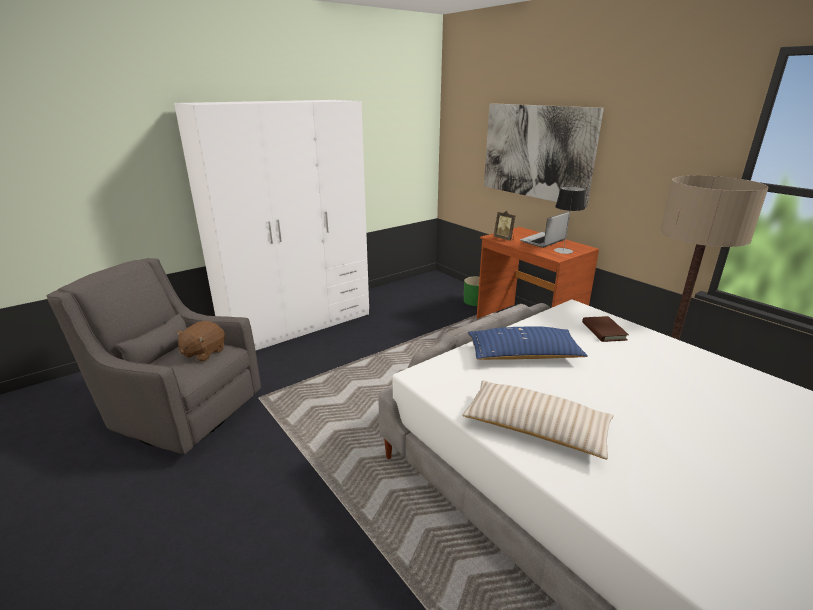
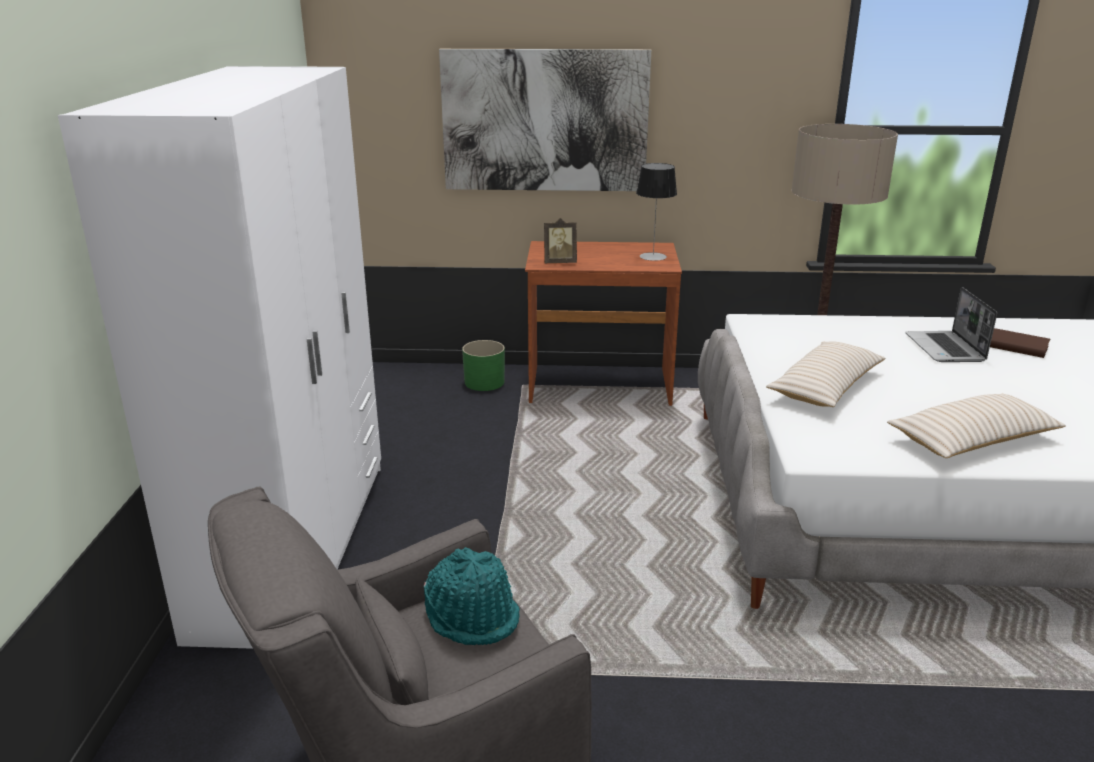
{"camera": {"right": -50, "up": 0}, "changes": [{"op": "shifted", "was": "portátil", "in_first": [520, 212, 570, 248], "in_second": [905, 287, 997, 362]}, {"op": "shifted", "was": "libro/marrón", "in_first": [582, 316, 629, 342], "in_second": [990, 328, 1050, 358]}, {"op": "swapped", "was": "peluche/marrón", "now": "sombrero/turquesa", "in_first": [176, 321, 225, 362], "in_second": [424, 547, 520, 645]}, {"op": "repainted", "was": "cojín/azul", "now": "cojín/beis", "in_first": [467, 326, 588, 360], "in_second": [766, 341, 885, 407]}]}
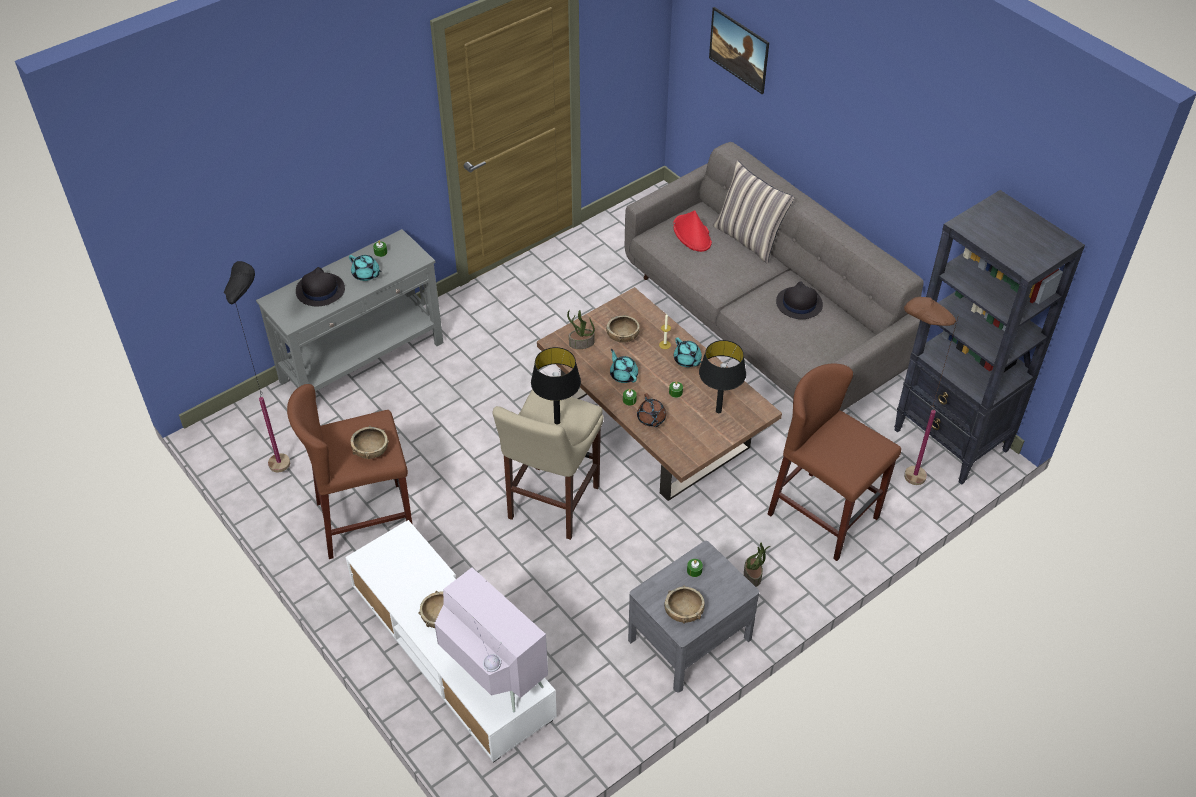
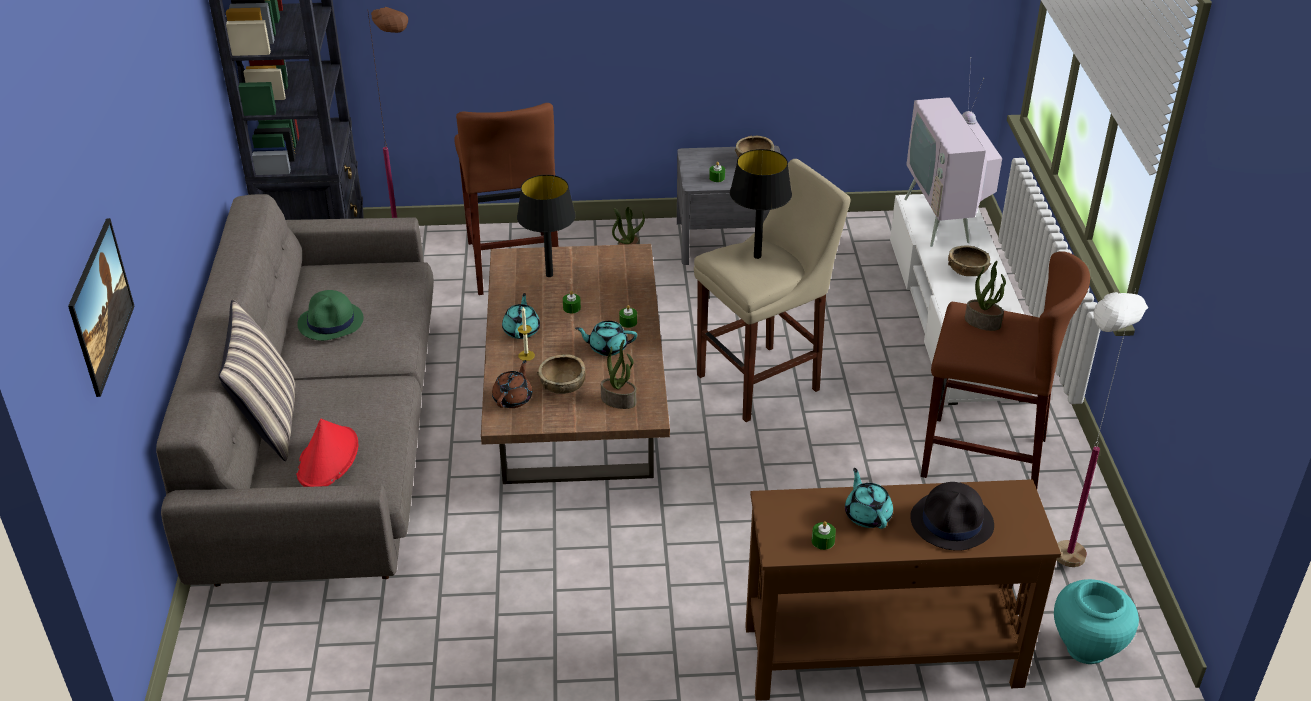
{"camera": {"right": -145, "up": -10}, "changes": [{"op": "repainted", "was": "mesa consola/gris", "now": "mesa consola/marrón", "in_first": [256, 229, 444, 391], "in_second": [745, 479, 1061, 701]}, {"op": "repainted", "was": "lámpara de pie/negro", "now": "lámpara de pie/blanco", "in_first": [224, 261, 290, 473], "in_second": [1057, 289, 1148, 567]}, {"op": "repainted", "was": "sombrero/negro", "now": "sombrero/verde", "in_first": [776, 281, 823, 319], "in_second": [297, 290, 364, 341]}, {"op": "rotated", "was": "tetera/turquesa", "in_first": [610, 349, 638, 383], "in_second": [575, 321, 637, 356], "clockwise": 90}, {"op": "shifted", "was": "tetera/marrón", "in_first": [637, 393, 666, 427], "in_second": [492, 360, 532, 408]}, {"op": "swapped", "was": "cuenco/marrón", "now": "planta en maceta", "in_first": [351, 426, 389, 459], "in_second": [965, 261, 1006, 331]}, {"op": "new", "now": "florero/turquesa", "in_second": [1054, 579, 1139, 664]}]}
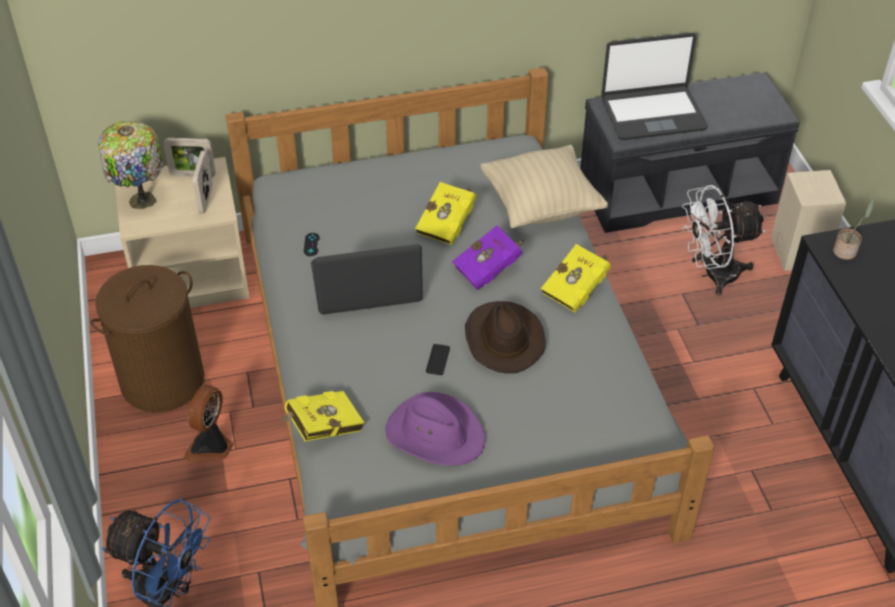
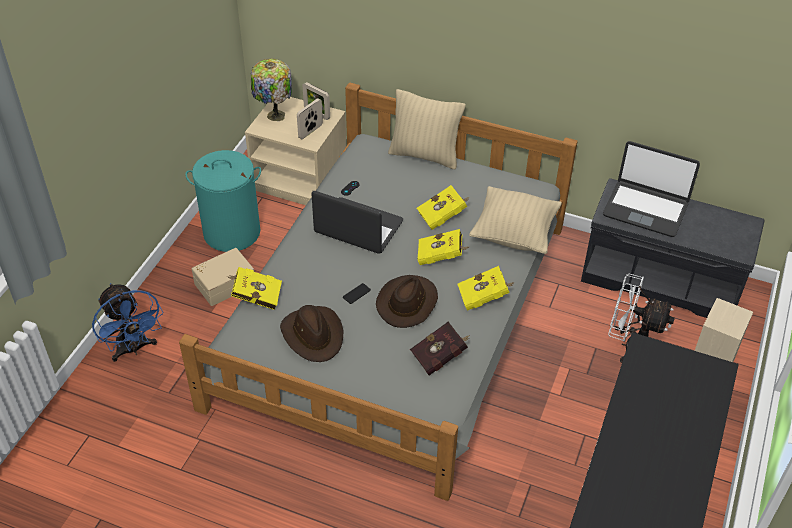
{"camera": {"right": 35, "up": 0}, "changes": [{"op": "gone", "was": "planta en maceta", "in_first": [833, 198, 874, 260]}, {"op": "repainted", "was": "libro/morado", "now": "libro/amarillo", "in_first": [452, 226, 524, 290], "in_second": [417, 229, 469, 265]}, {"op": "repainted", "was": "cesto de la ropa/marrón", "now": "cesto de la ropa/turquesa", "in_first": [90, 265, 204, 412], "in_second": [185, 150, 261, 252]}, {"op": "swapped", "was": "ventilador", "now": "caja de almacenaje/beis", "in_first": [184, 385, 234, 463], "in_second": [192, 248, 254, 306]}, {"op": "repainted", "was": "sombrero/morado", "now": "sombrero/marrón", "in_first": [385, 392, 485, 466], "in_second": [280, 305, 344, 362]}, {"op": "new", "now": "cojín/beis", "in_second": [388, 89, 466, 169]}, {"op": "new", "now": "libro/rojo", "in_second": [410, 322, 470, 375]}]}
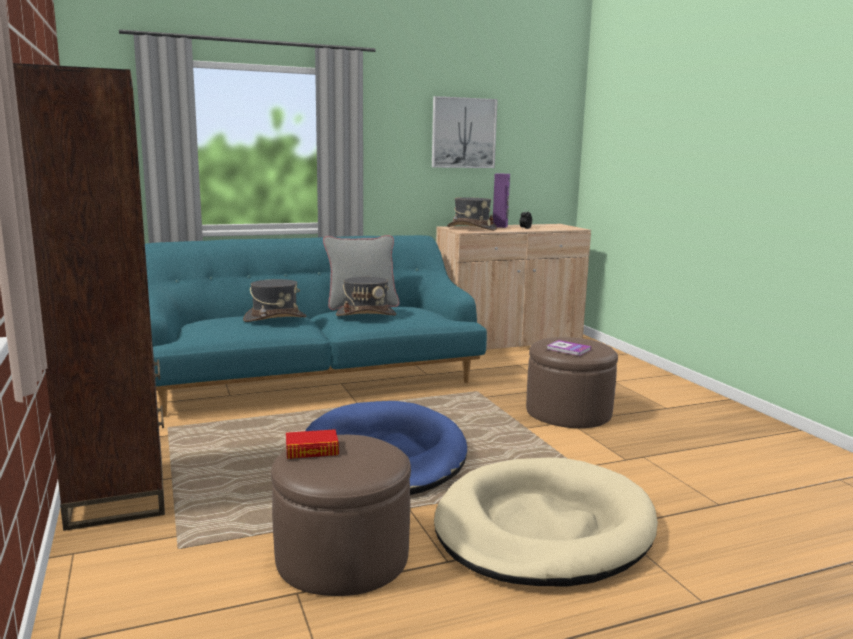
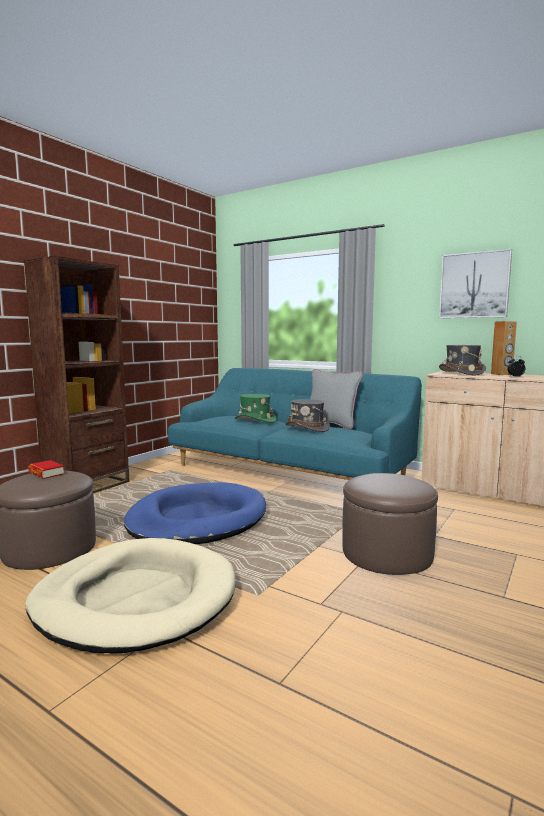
{"camera": {"right": 55, "up": -5}, "changes": [{"op": "repainted", "was": "altavoz/morado", "now": "altavoz/marrón", "in_first": [493, 173, 510, 228], "in_second": [491, 321, 517, 375]}, {"op": "repainted", "was": "sombrero/gris", "now": "sombrero/verde", "in_first": [243, 279, 307, 322], "in_second": [235, 394, 276, 423]}, {"op": "gone", "was": "libro", "in_first": [547, 340, 591, 356]}]}
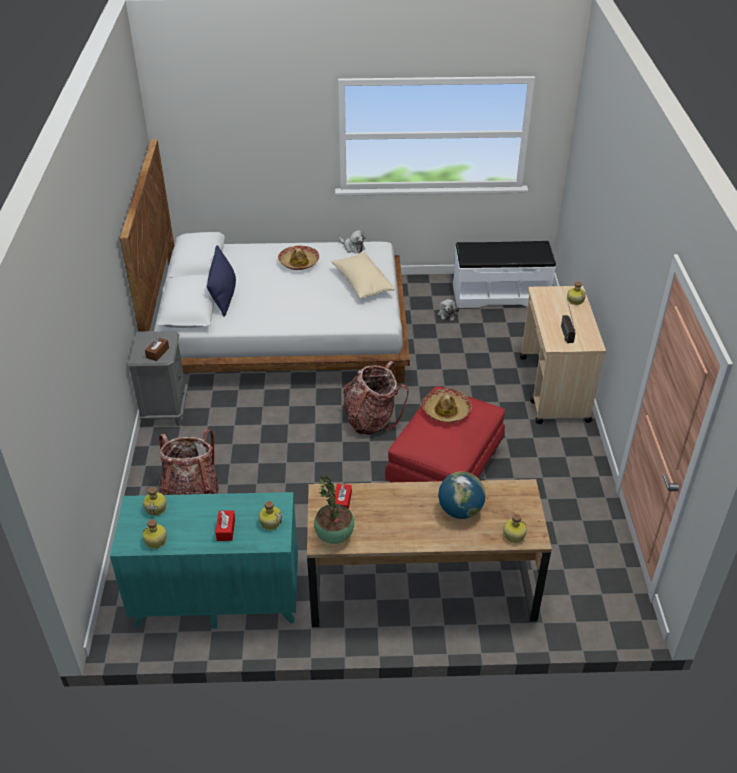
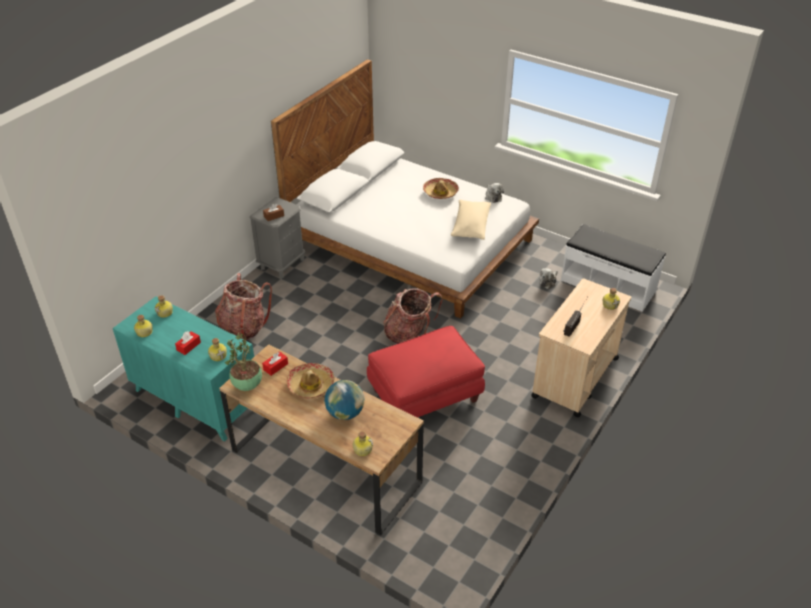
{"camera": {"right": 35, "up": 0}, "changes": [{"op": "gone", "was": "cojín/azul", "in_first": [207, 245, 236, 317]}, {"op": "shifted", "was": "sombrero", "in_first": [422, 389, 472, 423], "in_second": [287, 363, 335, 399]}]}
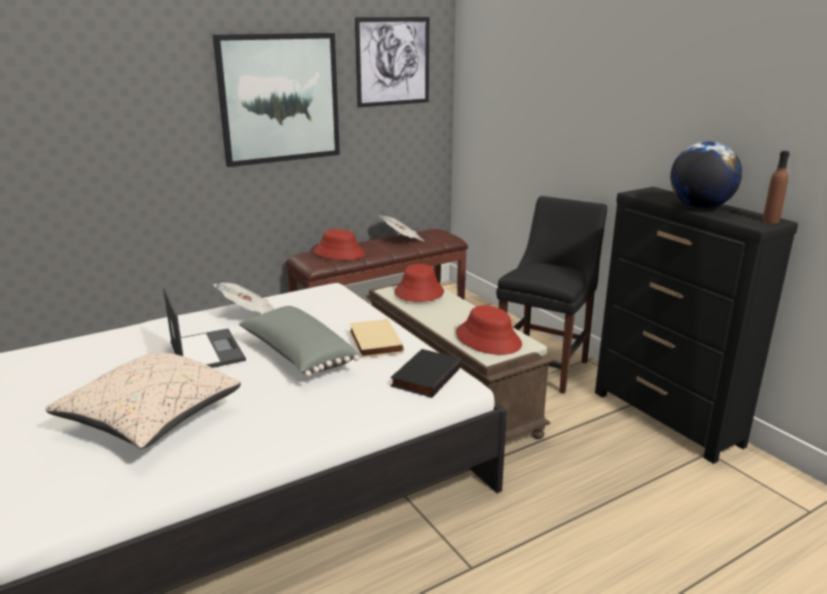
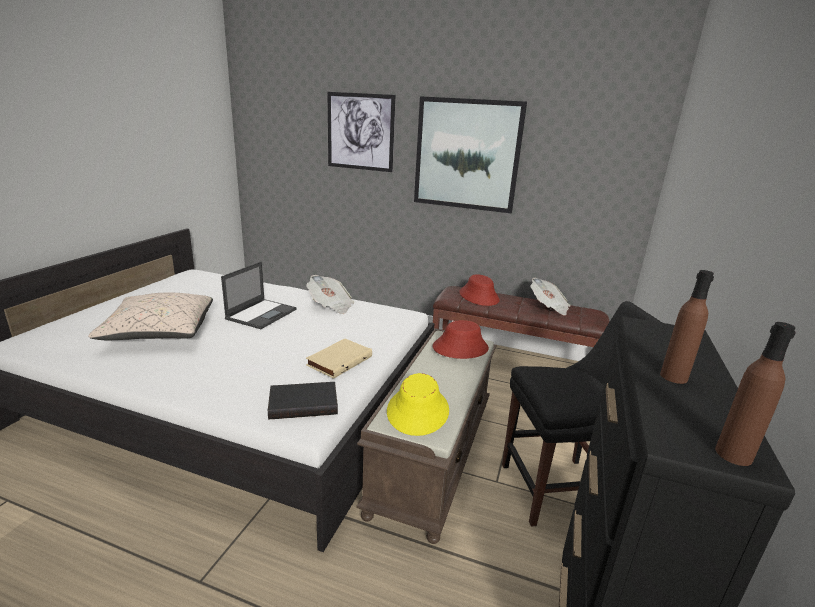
{"camera": {"right": 50, "up": 0}, "changes": [{"op": "shifted", "was": "cuadro", "in_first": [355, 17, 429, 107], "in_second": [327, 92, 395, 172]}, {"op": "swapped", "was": "globo terráqueo", "now": "botella/marrón", "in_first": [670, 142, 742, 209], "in_second": [660, 270, 714, 384]}, {"op": "repainted", "was": "sombrero/rojo", "now": "sombrero/amarillo", "in_first": [456, 305, 522, 355], "in_second": [387, 373, 449, 436]}, {"op": "gone", "was": "cojín/gris", "in_first": [239, 306, 359, 377]}]}
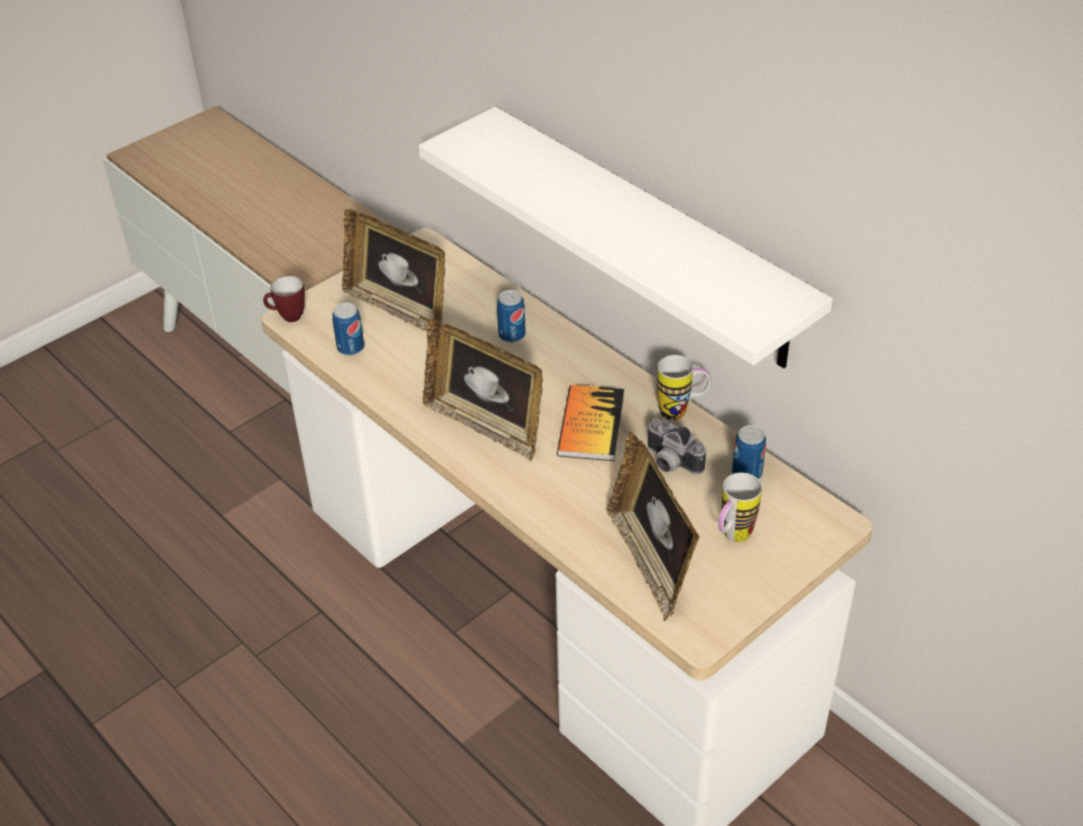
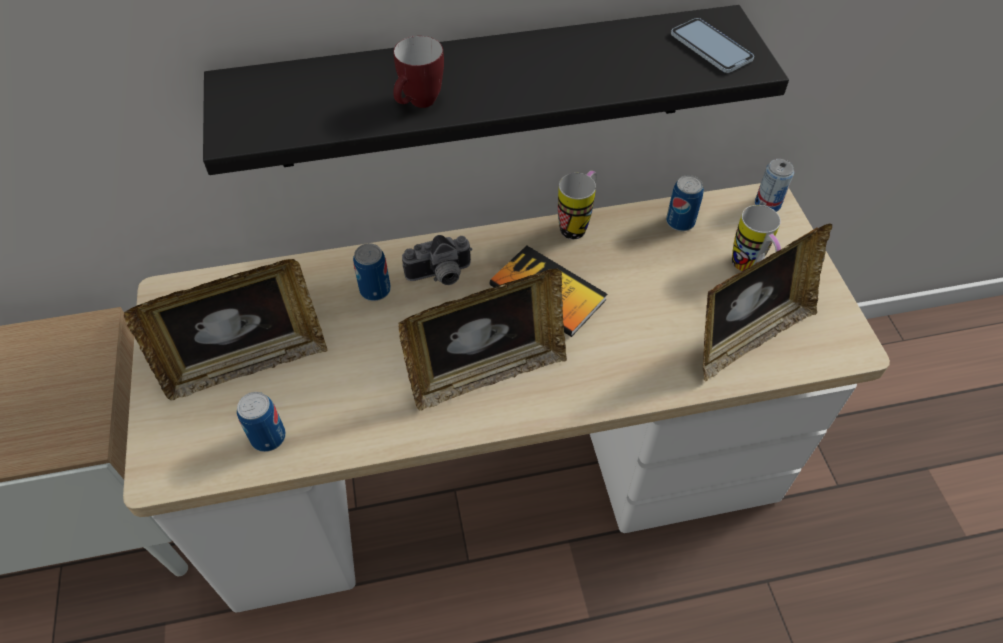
{"camera": {"right": -60, "up": 10}, "changes": [{"op": "repainted", "was": "estante/blanco", "now": "estante/negro", "in_first": [419, 107, 833, 368], "in_second": [203, 5, 789, 175]}, {"op": "shifted", "was": "taza grande", "in_first": [263, 276, 305, 322], "in_second": [393, 36, 444, 108]}, {"op": "shifted", "was": "cámara", "in_first": [646, 418, 706, 475], "in_second": [402, 235, 472, 285]}, {"op": "rotated", "was": "portarretratos", "in_first": [607, 432, 699, 621], "in_second": [703, 224, 832, 382], "clockwise": -45}, {"op": "new", "now": "móvil", "in_second": [671, 18, 754, 73]}, {"op": "new", "now": "lata", "in_second": [755, 159, 794, 212]}]}
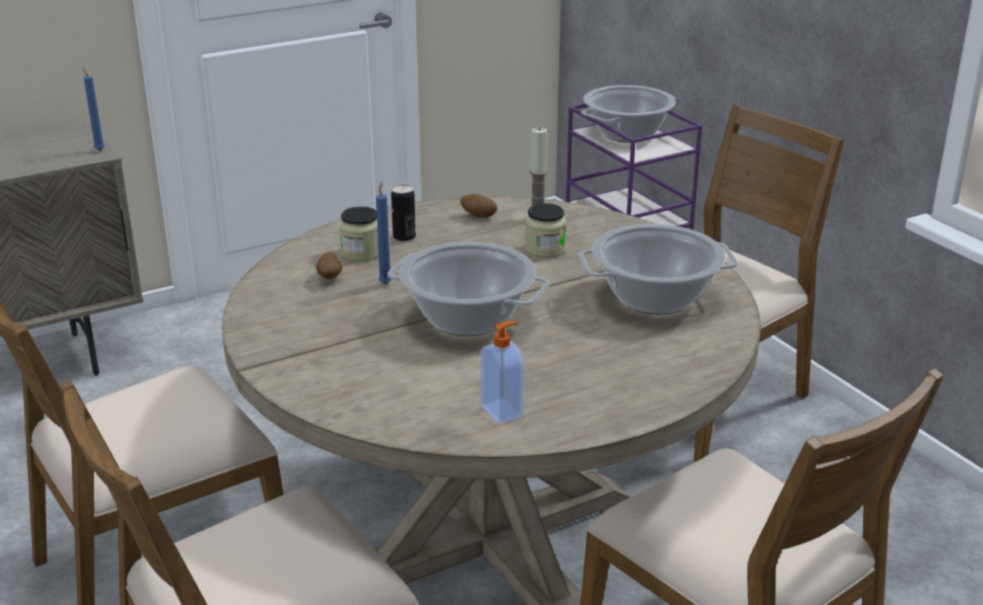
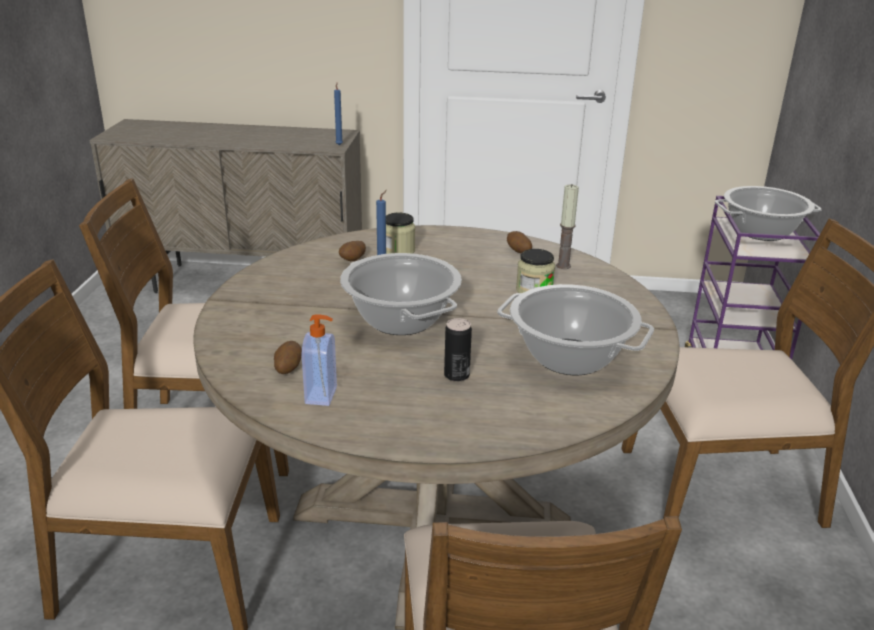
{"camera": {"right": 35, "up": 0}, "changes": [{"op": "shifted", "was": "lata", "in_first": [391, 184, 416, 241], "in_second": [444, 318, 472, 382]}, {"op": "new", "now": "patata", "in_second": [274, 341, 302, 374]}]}
